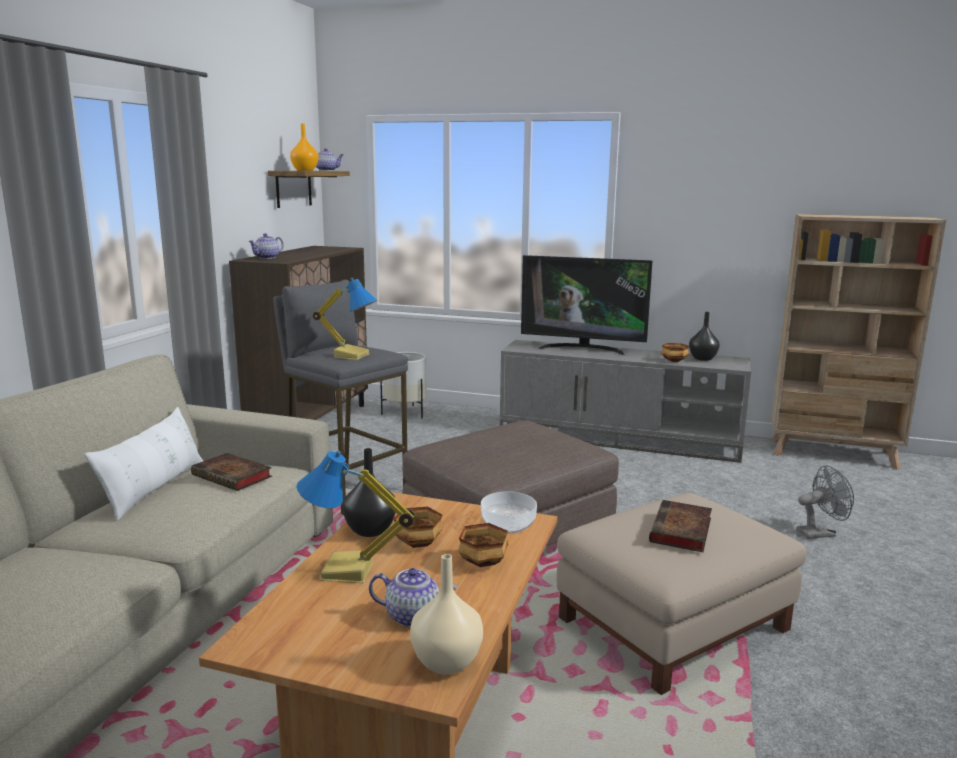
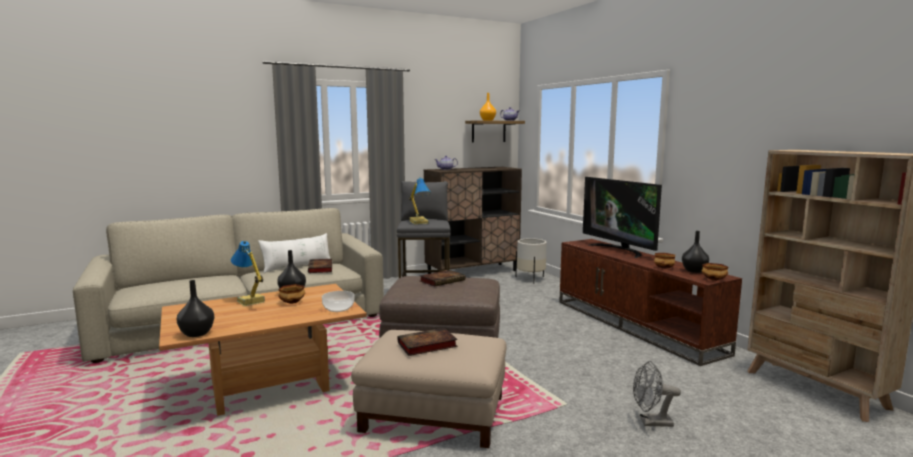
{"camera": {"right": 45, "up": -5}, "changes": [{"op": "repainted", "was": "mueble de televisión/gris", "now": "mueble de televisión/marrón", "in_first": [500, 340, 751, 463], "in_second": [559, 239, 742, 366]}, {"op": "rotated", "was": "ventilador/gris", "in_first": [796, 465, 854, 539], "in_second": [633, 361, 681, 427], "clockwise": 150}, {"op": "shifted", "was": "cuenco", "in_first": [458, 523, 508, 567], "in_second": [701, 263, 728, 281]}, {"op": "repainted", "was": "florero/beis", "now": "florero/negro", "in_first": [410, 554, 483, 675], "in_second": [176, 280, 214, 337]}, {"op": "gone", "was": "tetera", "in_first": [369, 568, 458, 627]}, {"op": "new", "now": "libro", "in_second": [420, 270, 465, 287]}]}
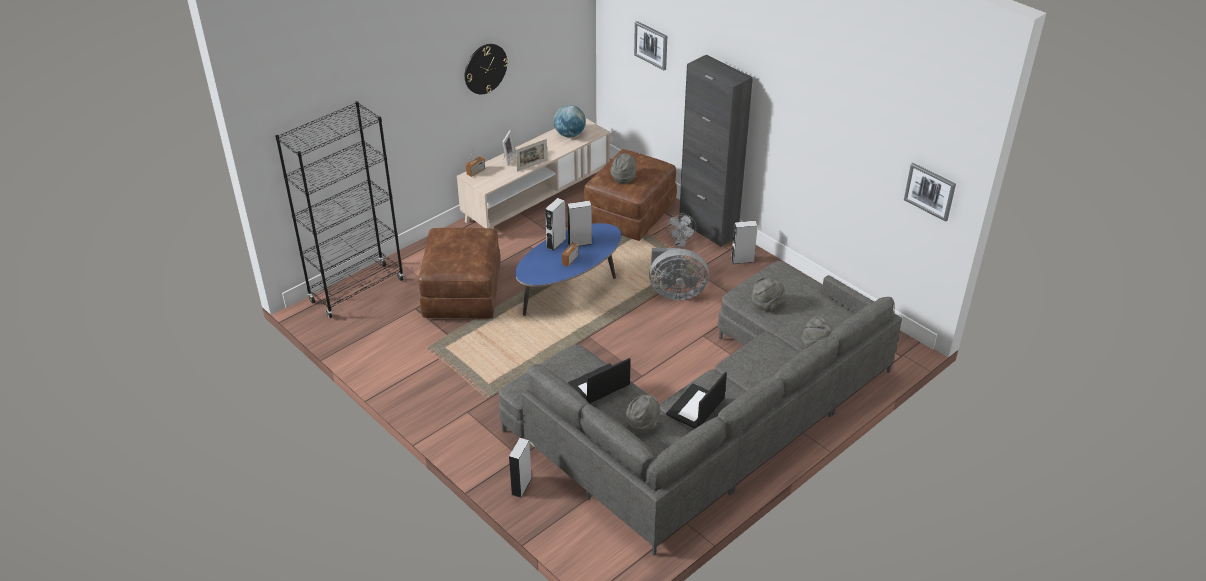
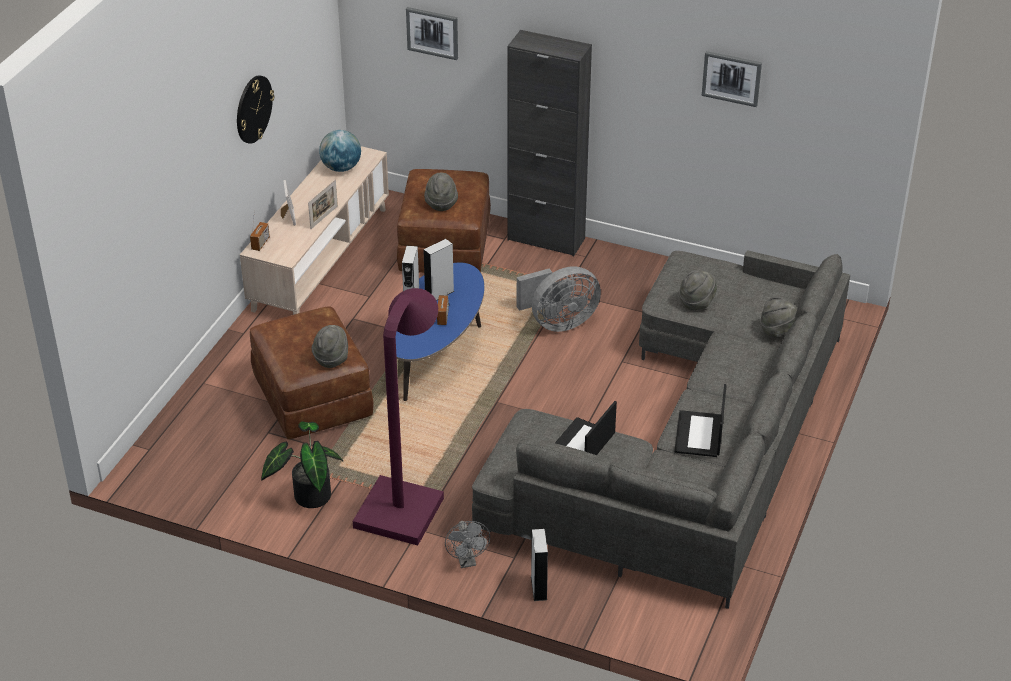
{"camera": {"right": -25, "up": 0}, "changes": [{"op": "gone", "was": "estantería/negro", "in_first": [275, 101, 404, 318]}, {"op": "shifted", "was": "cuadro", "in_first": [904, 163, 956, 222], "in_second": [702, 51, 762, 107]}, {"op": "shifted", "was": "ventilador/gris", "in_first": [666, 213, 696, 248], "in_second": [445, 521, 490, 568]}, {"op": "gone", "was": "altavoz/gris", "in_first": [731, 221, 758, 264]}, {"op": "shifted", "was": "sombrero/gris", "in_first": [625, 395, 660, 433], "in_second": [312, 325, 348, 368]}, {"op": "new", "now": "lámpara de pie/morado", "in_second": [353, 288, 444, 545]}, {"op": "new", "now": "planta en maceta", "in_second": [261, 421, 343, 508]}]}
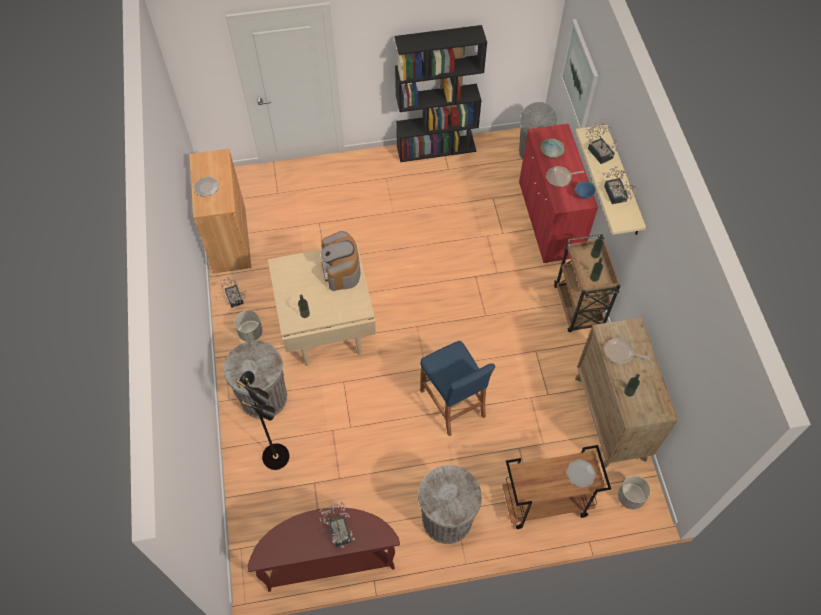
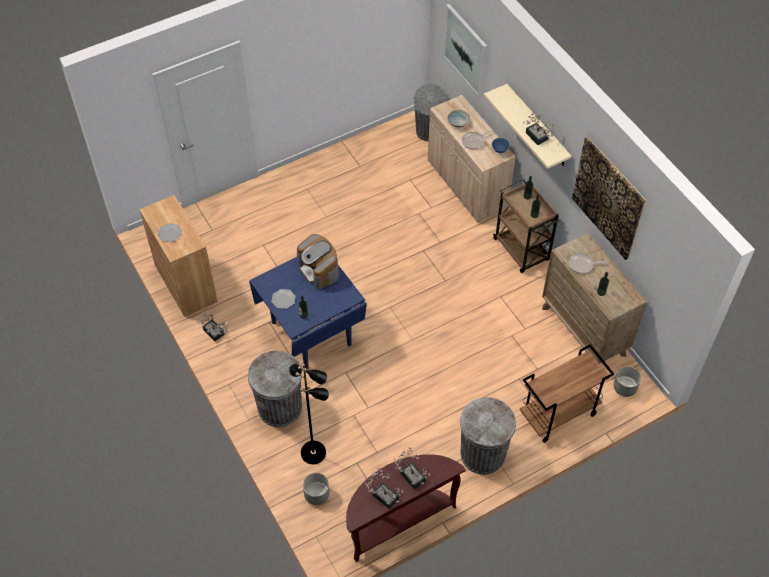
{"camera": {"right": -20, "up": -5}, "changes": [{"op": "gone", "was": "estantería/negro", "in_first": [394, 25, 487, 162]}, {"op": "shifted", "was": "planta en maceta", "in_first": [585, 119, 621, 164], "in_second": [365, 468, 404, 509]}, {"op": "repainted", "was": "armario/rojo", "now": "armario/beis", "in_first": [519, 124, 598, 263], "in_second": [428, 95, 516, 222]}, {"op": "repainted", "was": "mesa de comedor/beis", "now": "mesa de comedor/azul", "in_first": [268, 243, 376, 366], "in_second": [249, 257, 367, 369]}, {"op": "shifted", "was": "maceta/gris", "in_first": [234, 311, 263, 342], "in_second": [303, 473, 330, 505]}, {"op": "gone", "was": "taburete/azul", "in_first": [420, 341, 495, 436]}, {"op": "shifted", "was": "plato", "in_first": [566, 459, 596, 488], "in_second": [271, 289, 296, 309]}, {"op": "new", "now": "cuadro", "in_second": [572, 137, 646, 260]}]}
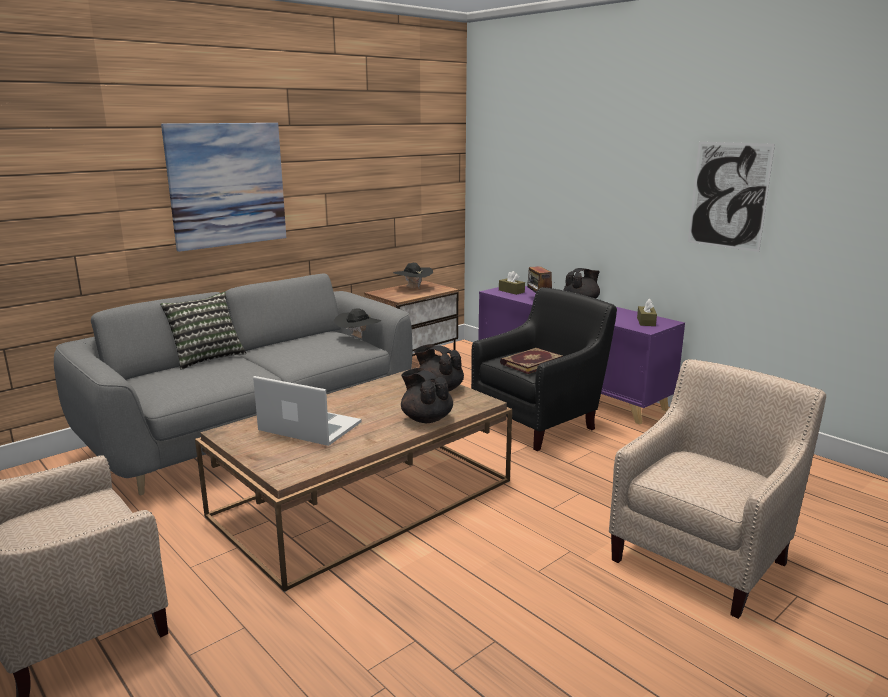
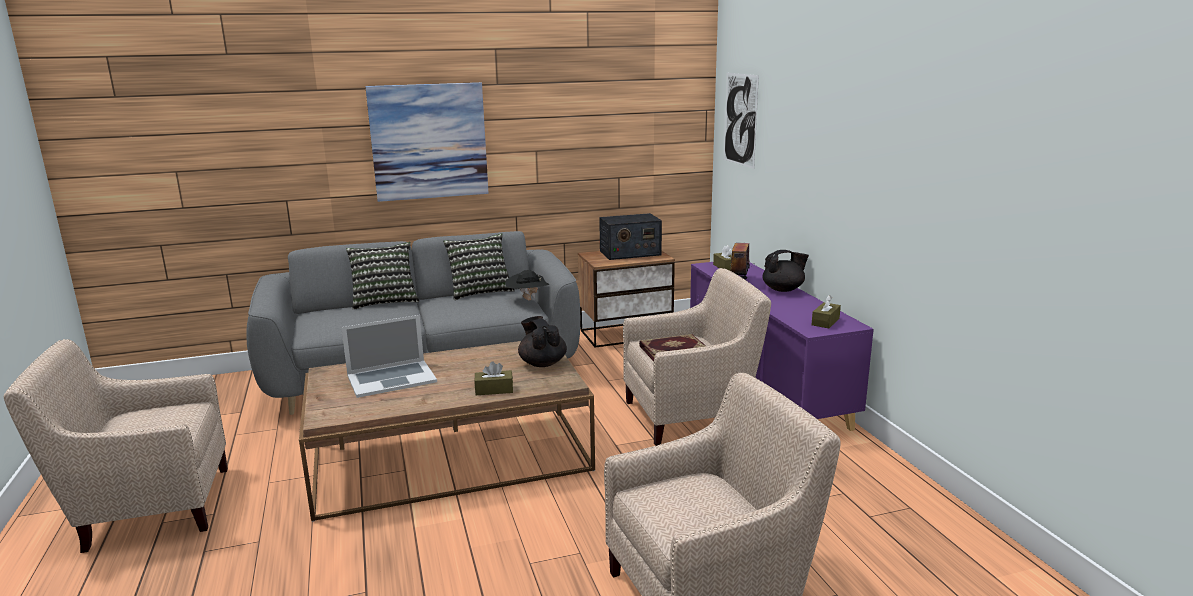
{"camera": {"right": 25, "up": 0}, "changes": [{"op": "shifted", "was": "cuadro", "in_first": [688, 142, 775, 252], "in_second": [724, 73, 759, 169]}, {"op": "swapped", "was": "sombrero/negro", "now": "radio", "in_first": [393, 263, 433, 288], "in_second": [599, 213, 662, 260]}, {"op": "repainted", "was": "sillón/negro", "now": "sillón/beis", "in_first": [471, 287, 617, 451], "in_second": [623, 268, 771, 446]}, {"op": "swapped", "was": "tetera/negro", "now": "caja de pañuelos/marrón", "in_first": [401, 368, 453, 423], "in_second": [474, 361, 513, 395]}, {"op": "rotated", "was": "portátil", "in_first": [253, 376, 362, 446], "in_second": [341, 315, 437, 398], "clockwise": 105}, {"op": "new", "now": "cojín", "in_second": [443, 233, 515, 300]}]}
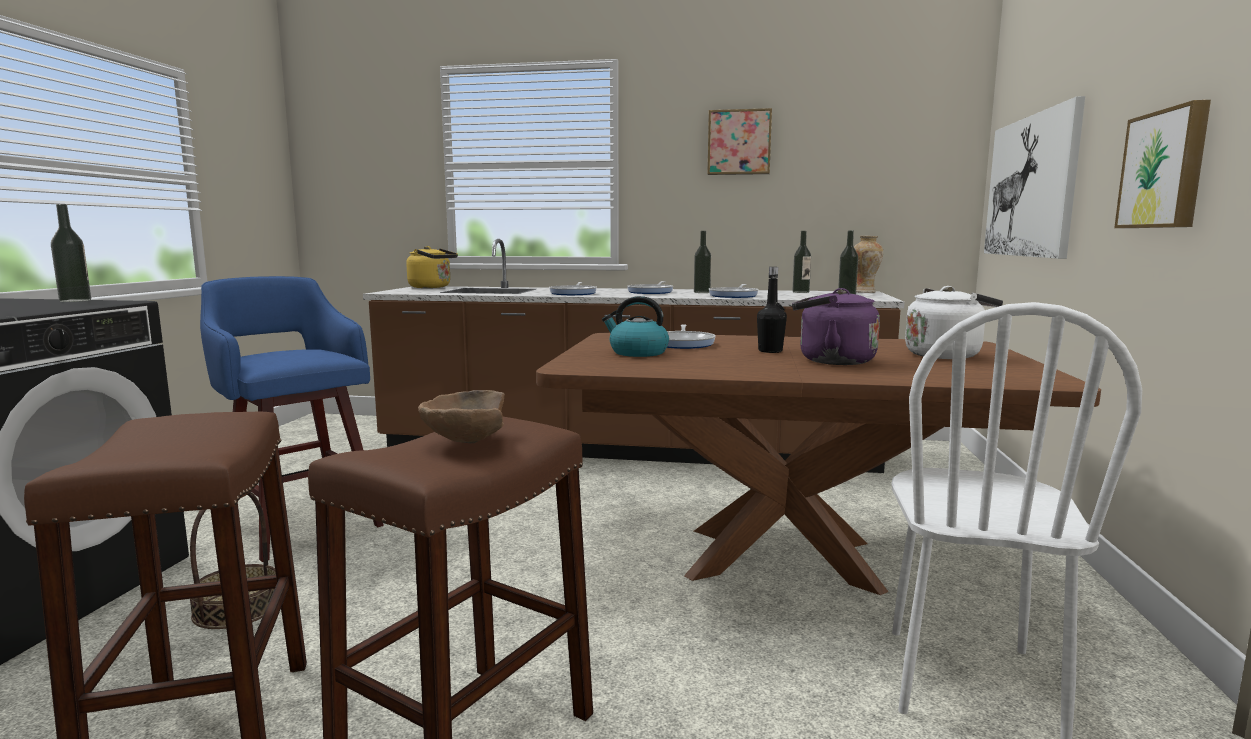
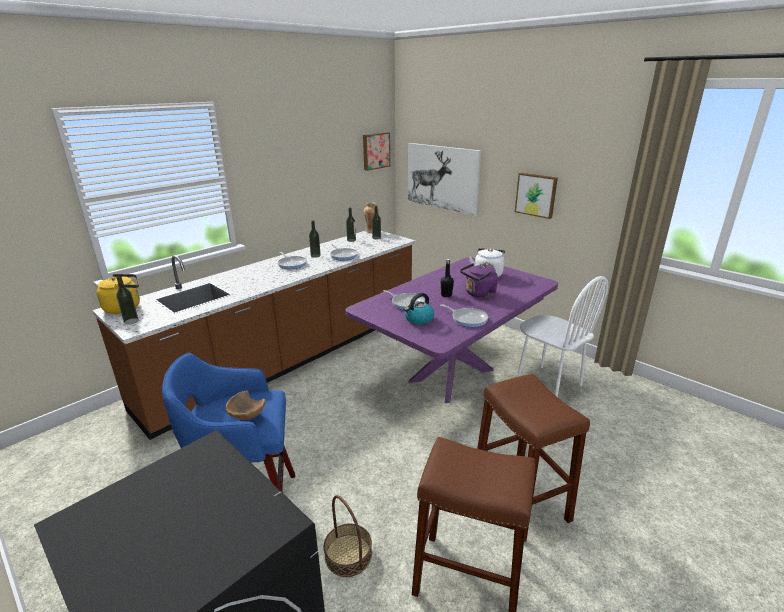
{"camera": {"right": -55, "up": 15}, "changes": [{"op": "shifted", "was": "cuadro", "in_first": [707, 108, 772, 175], "in_second": [363, 132, 390, 171]}, {"op": "shifted", "was": "botella", "in_first": [51, 204, 91, 302], "in_second": [116, 275, 139, 325]}, {"op": "shifted", "was": "sartén", "in_first": [549, 282, 597, 295], "in_second": [441, 304, 488, 327]}, {"op": "repainted", "was": "mesa de comedor/marrón", "now": "mesa de comedor/morado", "in_first": [536, 333, 1101, 595], "in_second": [346, 257, 558, 403]}, {"op": "shifted", "was": "cuenco/marrón", "in_first": [418, 390, 505, 443], "in_second": [226, 391, 266, 420]}]}
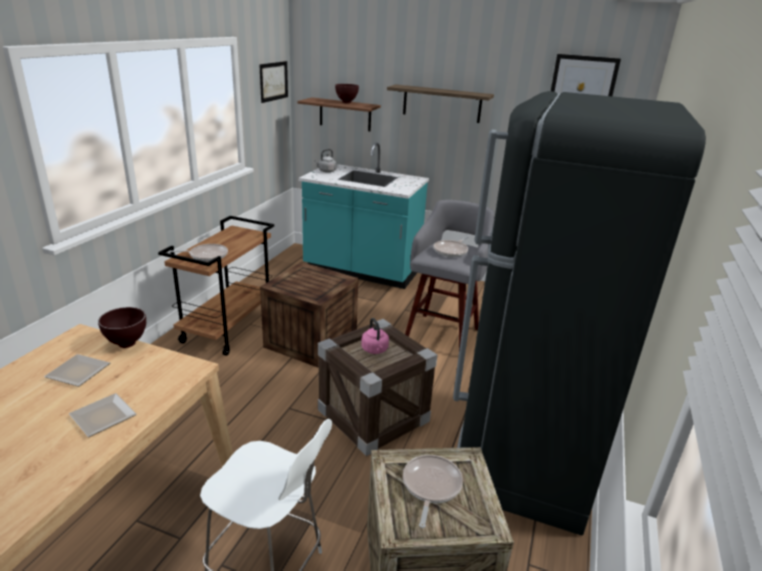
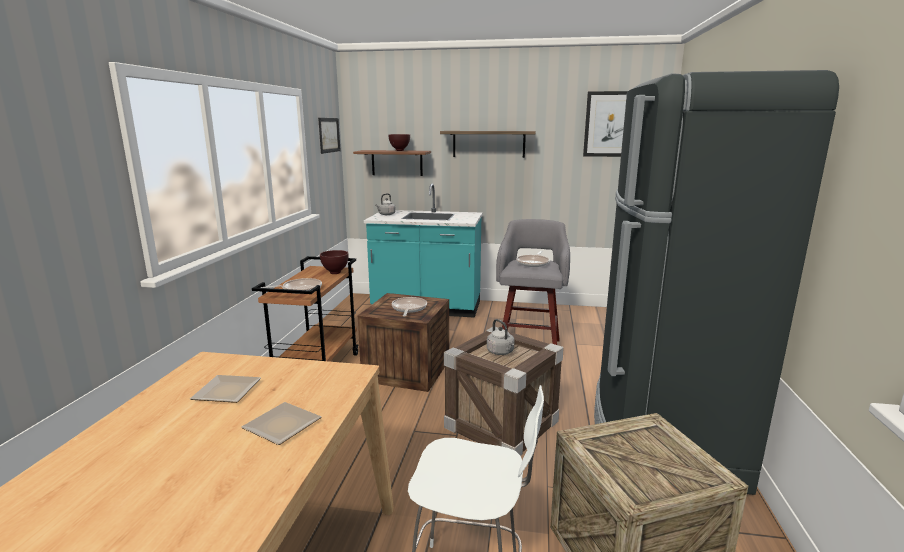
{"camera": {"right": -10, "up": -10}, "changes": [{"op": "shifted", "was": "cuenco/marrón", "in_first": [98, 307, 146, 348], "in_second": [320, 250, 349, 274]}, {"op": "repainted", "was": "hervidor/rosa", "now": "hervidor/gris", "in_first": [361, 318, 389, 354], "in_second": [487, 319, 514, 355]}, {"op": "shifted", "was": "sartén", "in_first": [403, 455, 463, 528], "in_second": [392, 297, 427, 317]}]}
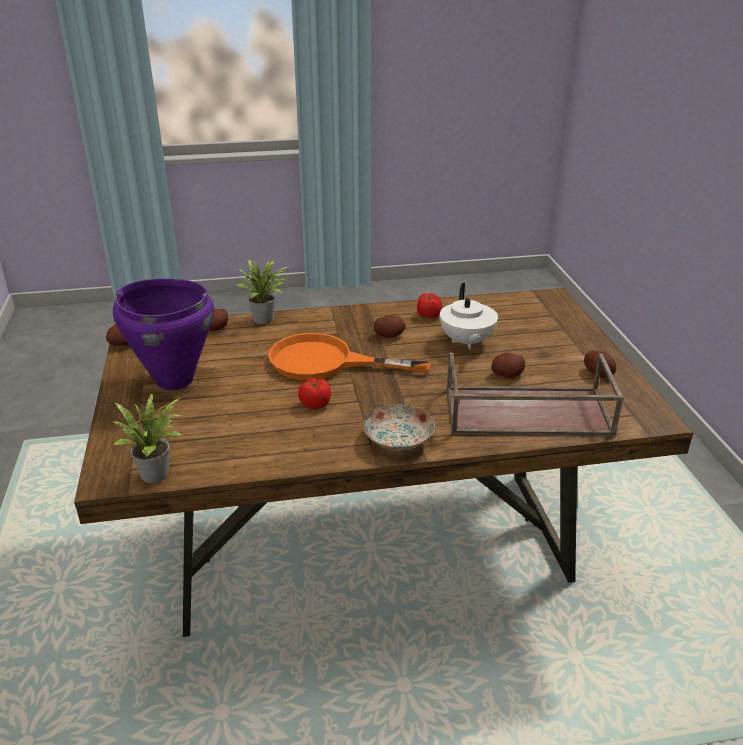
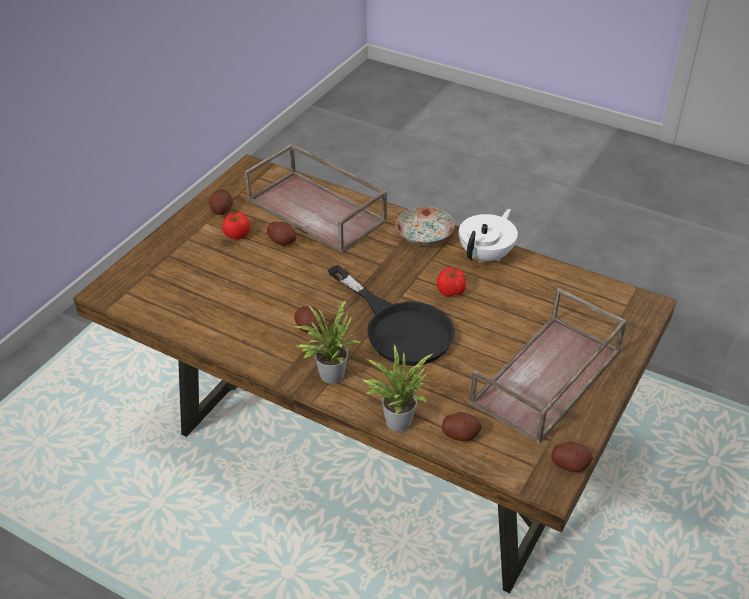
{"camera": {"right": -140, "up": 10}, "changes": [{"op": "swapped", "was": "olla/morado", "now": "bandeja/marrón", "in_first": [113, 278, 214, 390], "in_second": [469, 288, 628, 444]}, {"op": "shifted", "was": "tetera/blanco", "in_first": [440, 283, 498, 349], "in_second": [459, 209, 518, 263]}, {"op": "shifted", "was": "tomate", "in_first": [417, 293, 442, 318], "in_second": [222, 212, 251, 240]}, {"op": "repainted", "was": "sartén/naranja", "now": "sartén/negro", "in_first": [268, 333, 431, 380], "in_second": [328, 265, 455, 366]}, {"op": "shifted", "was": "planta en maceta", "in_first": [112, 394, 183, 483], "in_second": [294, 300, 362, 384]}]}
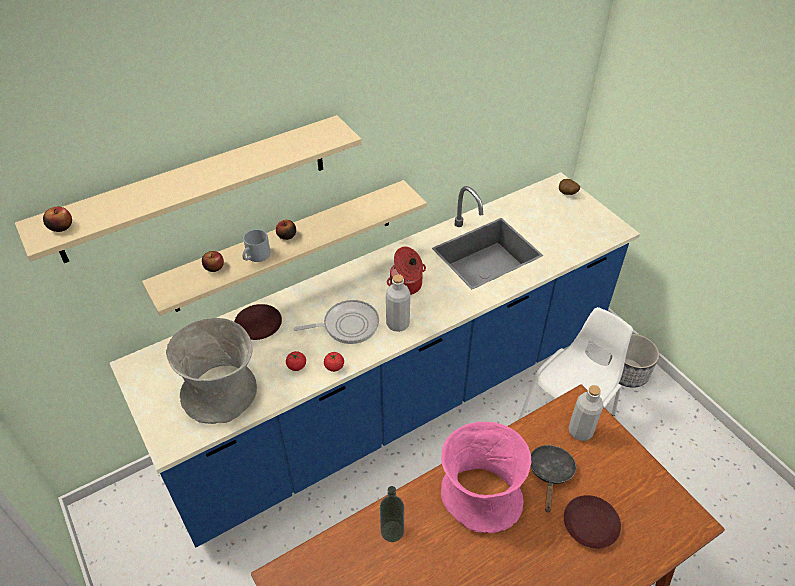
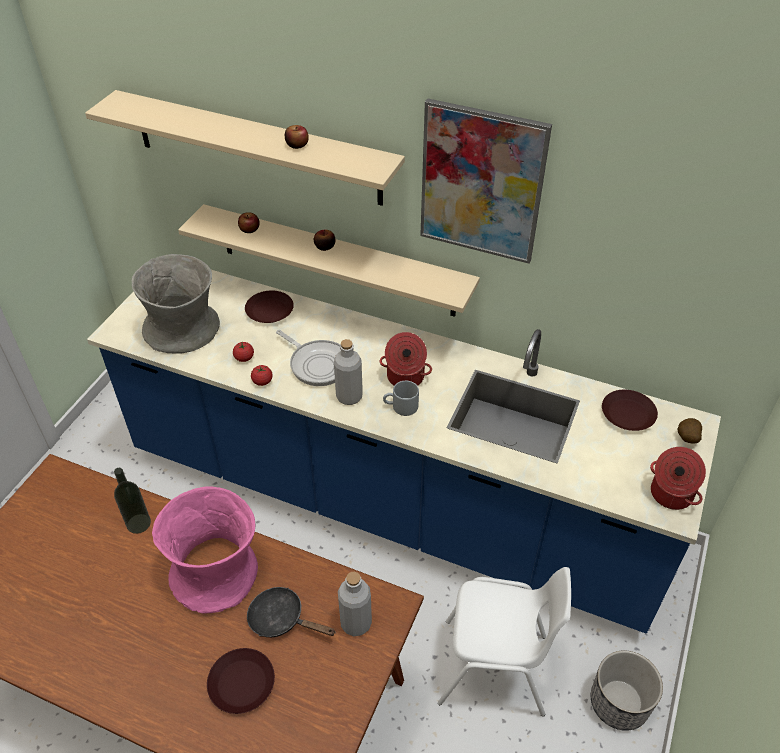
{"camera": {"right": 55, "up": 0}, "changes": [{"op": "shifted", "was": "manzana", "in_first": [43, 207, 72, 232], "in_second": [285, 125, 309, 149]}, {"op": "shifted", "was": "taza grande/gris", "in_first": [242, 229, 271, 262], "in_second": [383, 381, 419, 416]}, {"op": "rotated", "was": "sartén/negro", "in_first": [530, 445, 577, 512], "in_second": [247, 587, 336, 637], "clockwise": -135}, {"op": "new", "now": "cuadro", "in_second": [420, 98, 552, 264]}, {"op": "new", "now": "plato/marrón", "in_second": [602, 390, 658, 431]}, {"op": "new", "now": "olla", "in_second": [650, 447, 706, 510]}]}
